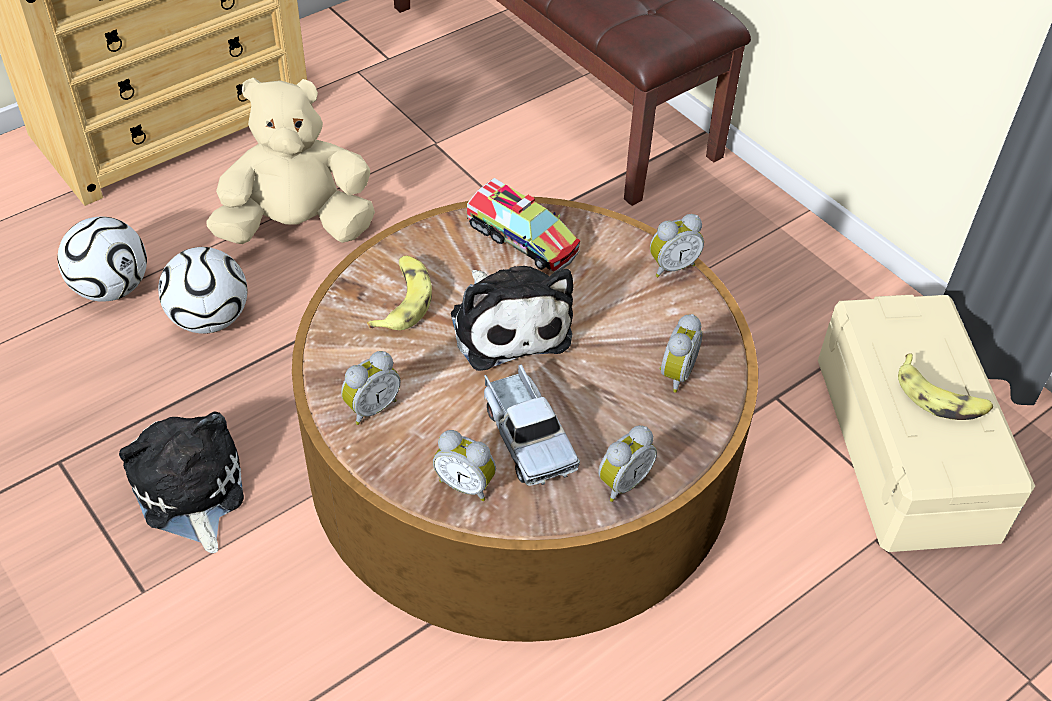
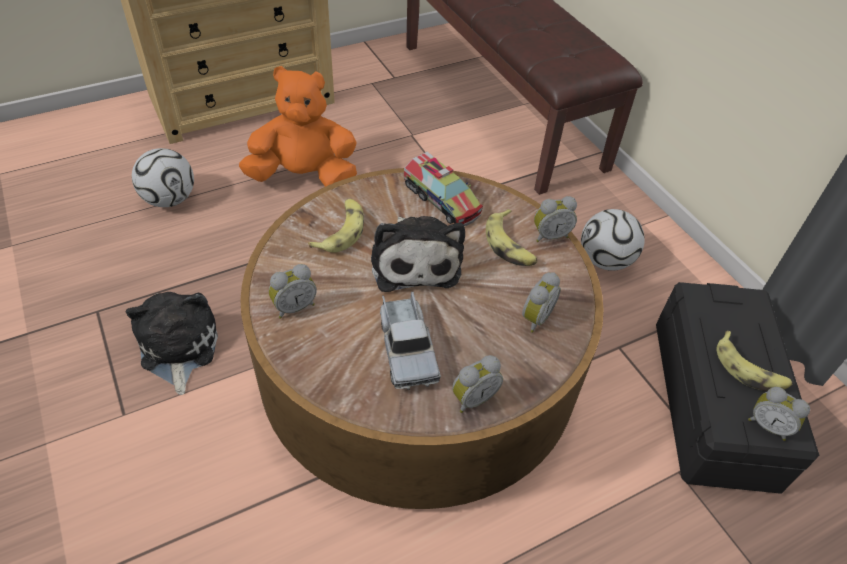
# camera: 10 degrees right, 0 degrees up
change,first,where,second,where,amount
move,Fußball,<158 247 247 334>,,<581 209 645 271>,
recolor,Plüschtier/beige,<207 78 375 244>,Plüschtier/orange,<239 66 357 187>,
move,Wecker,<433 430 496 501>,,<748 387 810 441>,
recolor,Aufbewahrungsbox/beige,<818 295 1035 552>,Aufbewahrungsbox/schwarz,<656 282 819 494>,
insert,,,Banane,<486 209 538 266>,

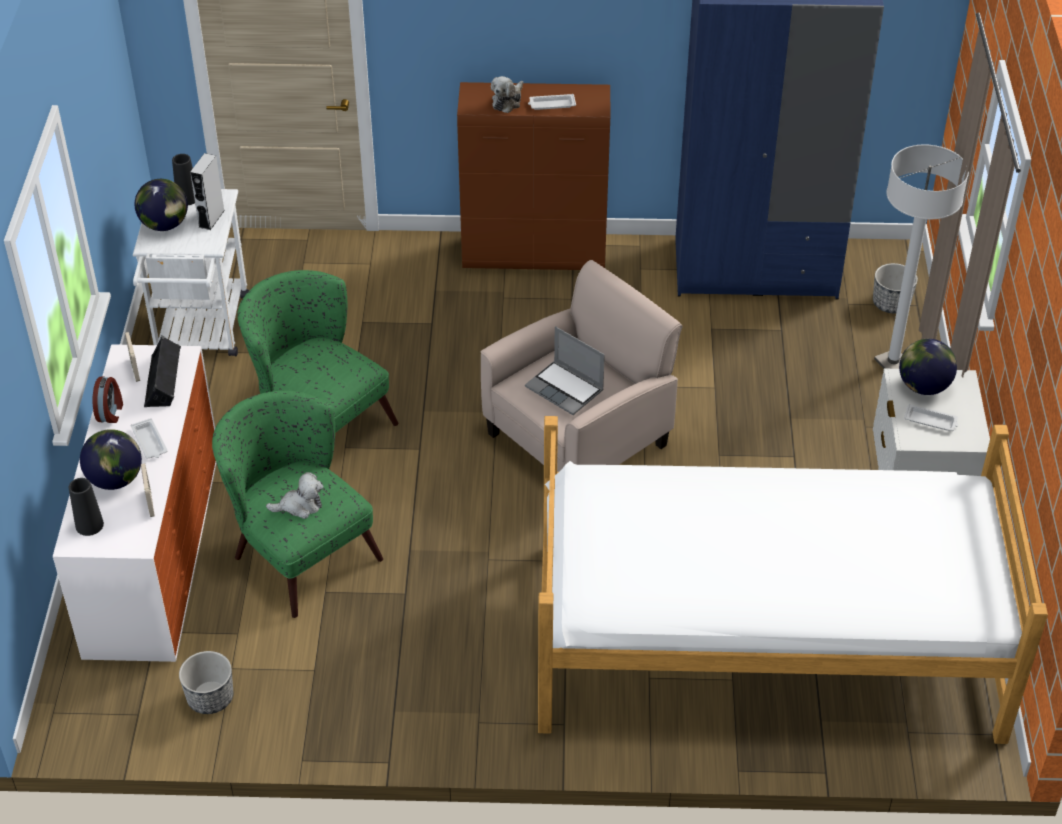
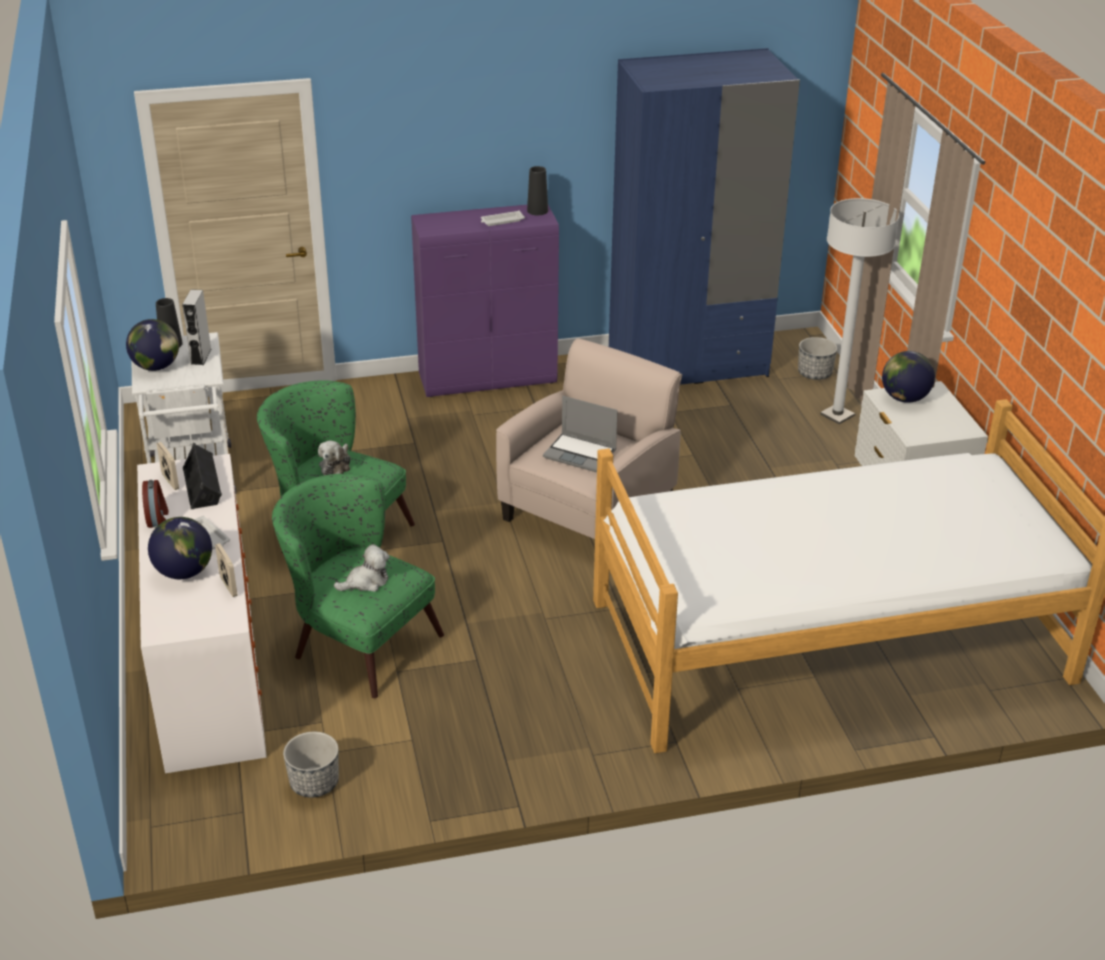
# camera: 15 degrees left, 10 degrees down
change,first,where,second,where,amount
move,Vase/schwarz,<69 478 104 536>,,<527 166 548 215>,
recolor,Schrank/braun,<457 82 610 270>,Schrank/lila,<411 205 559 397>,
move,Plüschtier,<491 76 523 113>,,<318 441 351 475>,
delete,Tablett/weiß,<904 404 959 431>,,,

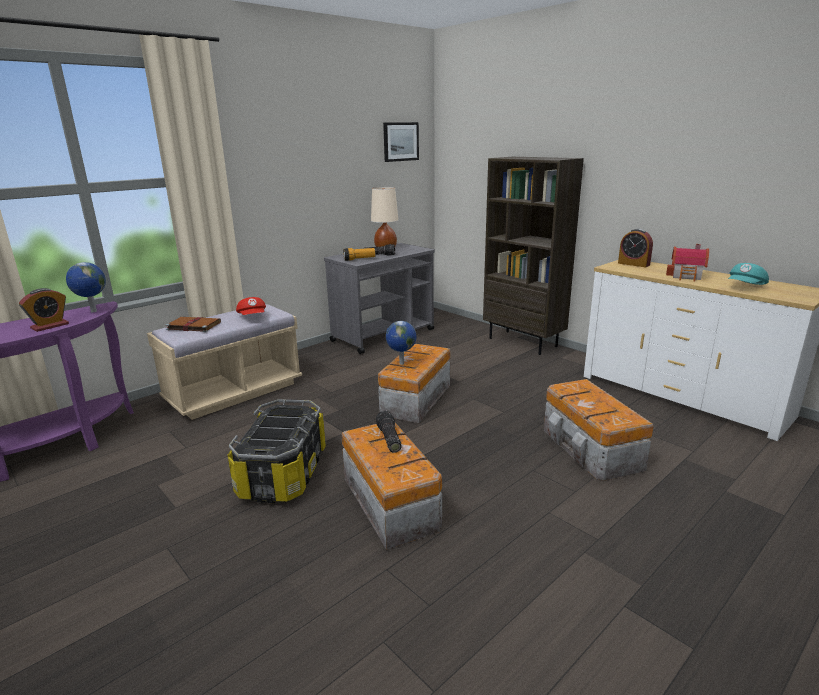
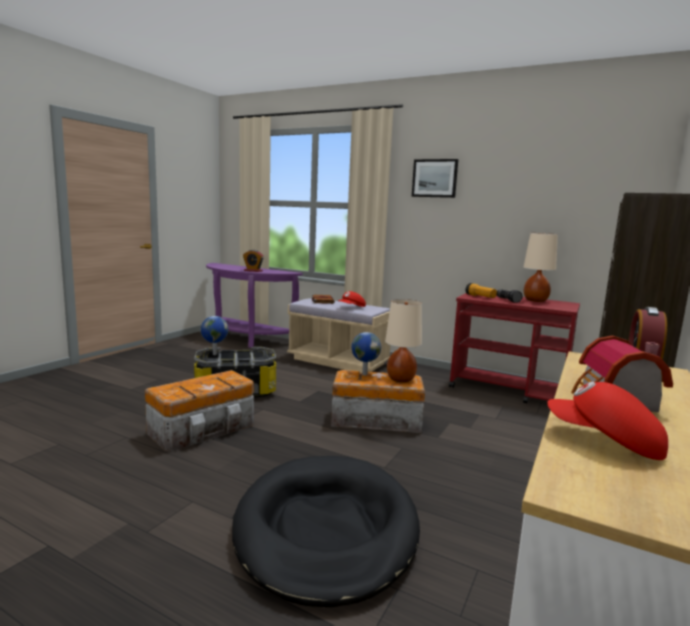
# camera: 70 degrees right, 10 degrees down
change,first,where,second,where,amount
move,Globus,<66 262 106 312>,,<201 316 228 355>,
recolor,Rollwagen/grau,<324 243 435 354>,Rollwagen/rot,<449 293 580 403>,
delete,Taschenlampe,<376 411 402 453>,,,
move,Bild,<383 122 419 162>,,<412 159 458 198>,
replace,Aufbewahrungsbox,<544 379 654 481>,Hundebett/schwarz,<232 456 420 607>,
recolor,Kappe/türkis,<728 263 769 285>,Kappe/rot,<547 381 668 460>,
insert,,,Tischlampe/beige,<385 299 422 382>,

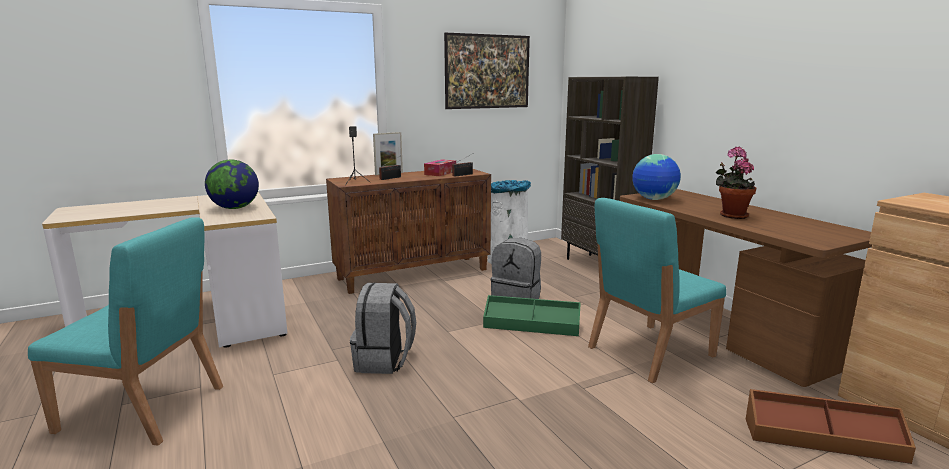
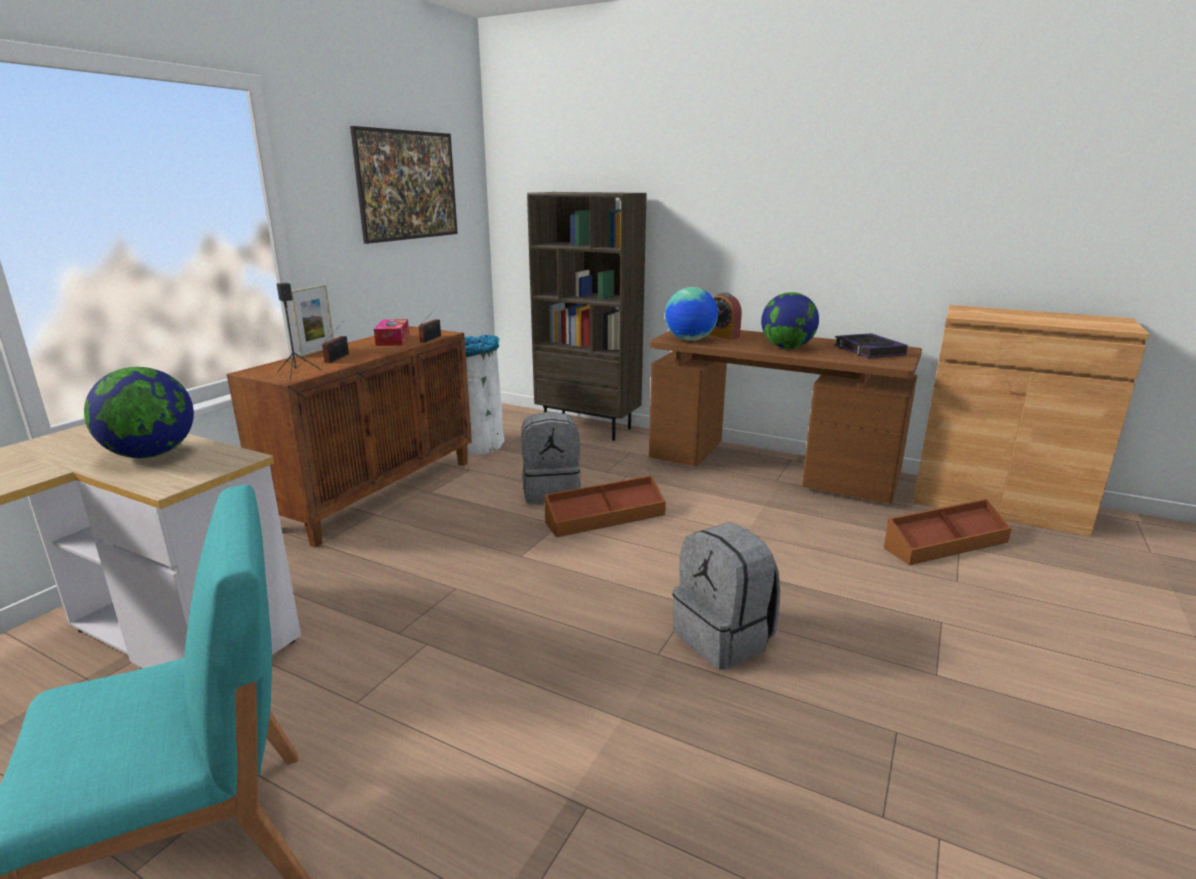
# camera: 35 degrees left, 5 degrees up
change,first,where,second,where,amount
move,Rucksack/grau,<350 283 416 374>,,<673 522 780 670>,
recolor,Aufbewahrungsbox/grün,<483 295 581 336>,Aufbewahrungsbox/braun,<544 475 666 537>,
delete,Stuhl/türkis,<588 198 726 383>,,,
replace,Topfpflanze,<716 146 756 219>,Globus,<761 292 819 349>,
insert,,,Wecker,<708 293 742 339>,
insert,,,Buch,<834 333 908 358>,

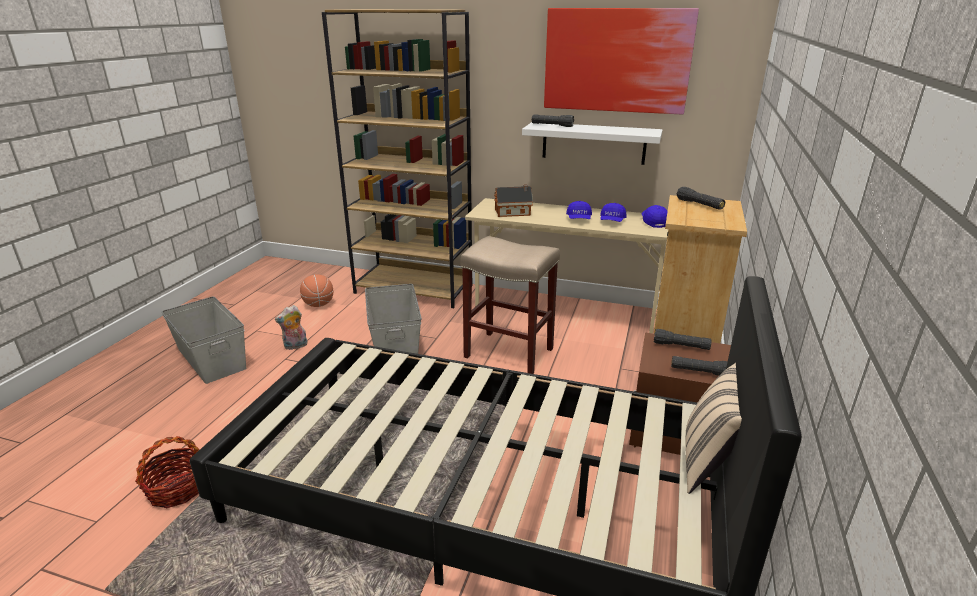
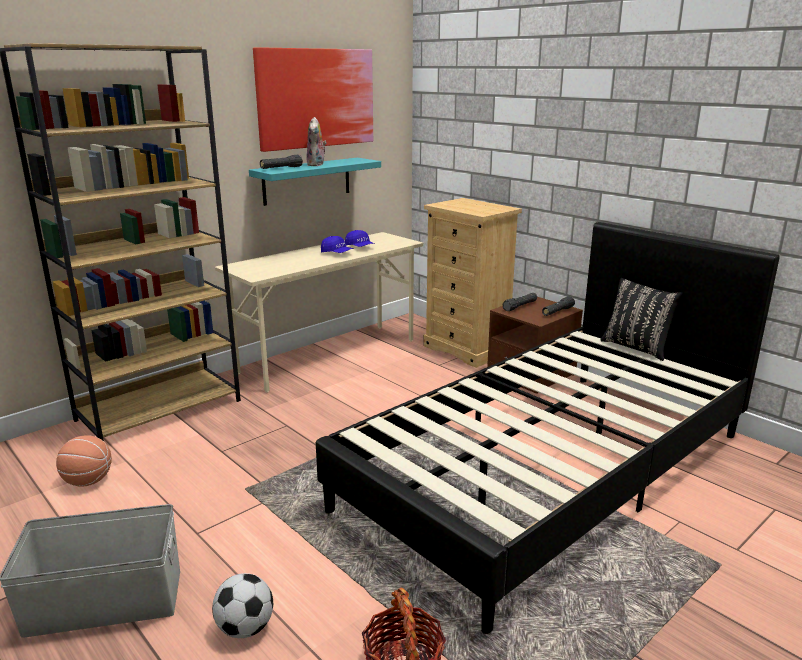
# camera: 60 degrees left, 5 degrees down
change,first,where,second,where,amount
move,Plüschtier,<275 305 307 350>,,<306 117 326 166>,
delete,Aufbewahrungsbox/grau,<365 284 422 354>,,,
delete,Hocker/beige,<460 236 560 374>,,,
delete,Spielzeughaus,<494 184 533 217>,,,
recolor,Wandregal/weiß,<522 122 663 165>,Wandregal/türkis,<249 158 381 206>,
delete,Kappe/blau,<641 205 668 228>,,,
delete,Taschenlampe/schwarz,<677 187 725 210>,,,
recolor,Kissen/beige,<685 363 742 494>,Kissen/schwarz,<600 278 683 361>,
insert,,,Fußball,<212 573 273 638>,

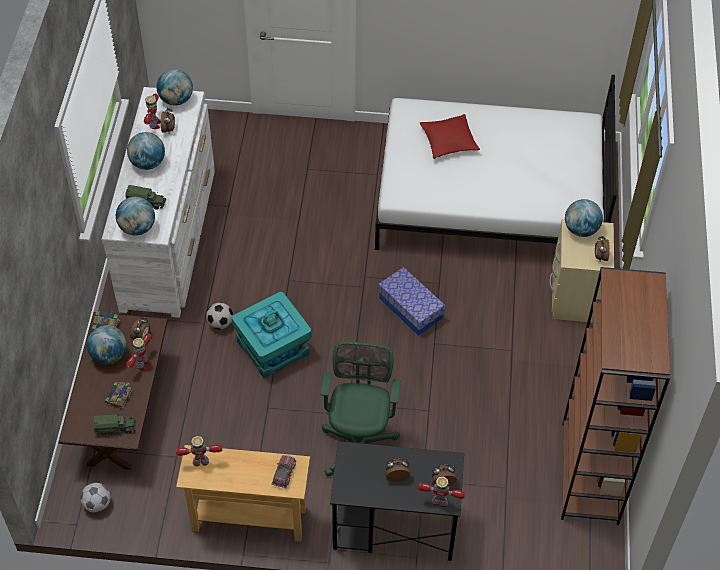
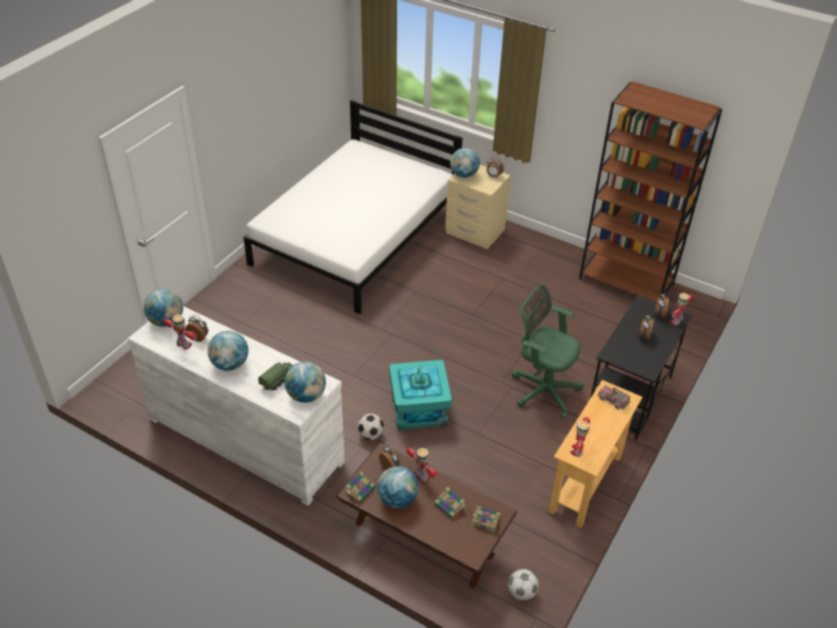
# camera: 65 degrees left, 10 degrees down
change,first,where,second,where,amount
replace,Spielzeuglaster,<94 414 136 435>,Buch,<471 506 501 532>,
delete,Aufbewahrungsbox,<378 267 445 336>,,,
delete,Kissen/rot,<420 114 480 159>,,,

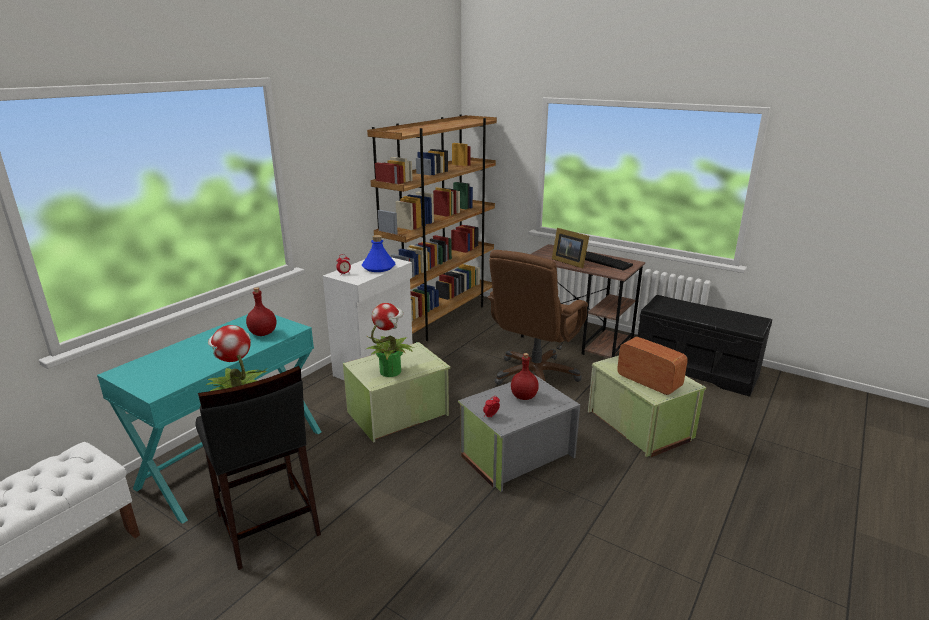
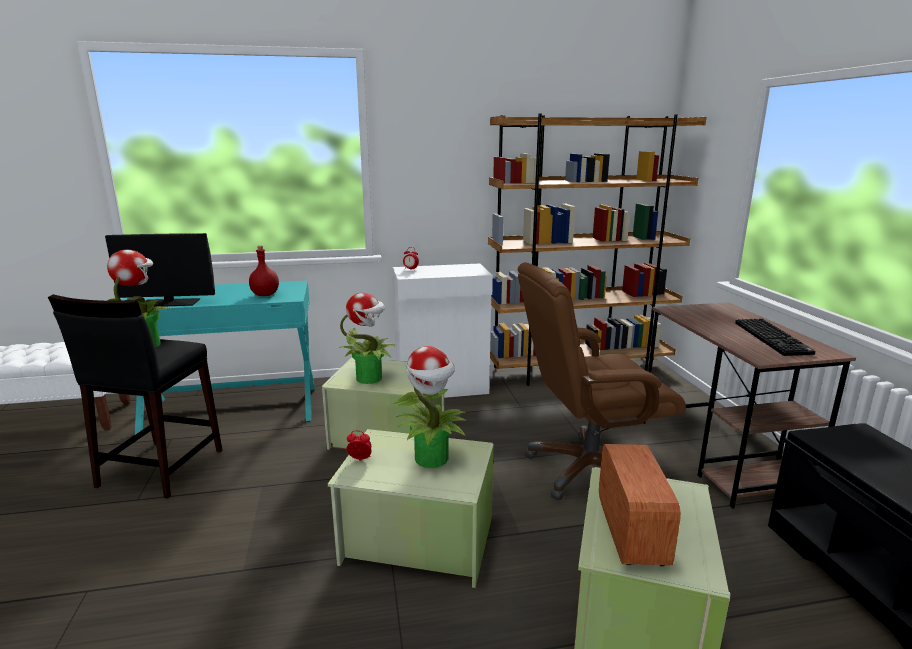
# camera: 45 degrees right, 5 degrees down
change,first,where,second,where,amount
delete,Flasche/blau,<362 235 395 272>,,,
recolor,Aufbewahrungsbox/grau,<458 375 580 492>,Aufbewahrungsbox/grün,<328 429 493 588>,
replace,Flasche/rot,<511 353 539 400>,Topfpflanze,<393 346 467 468>,
delete,Bilderrahmen,<552 228 589 268>,,,
insert,,,Monitor,<105 233 215 307>,

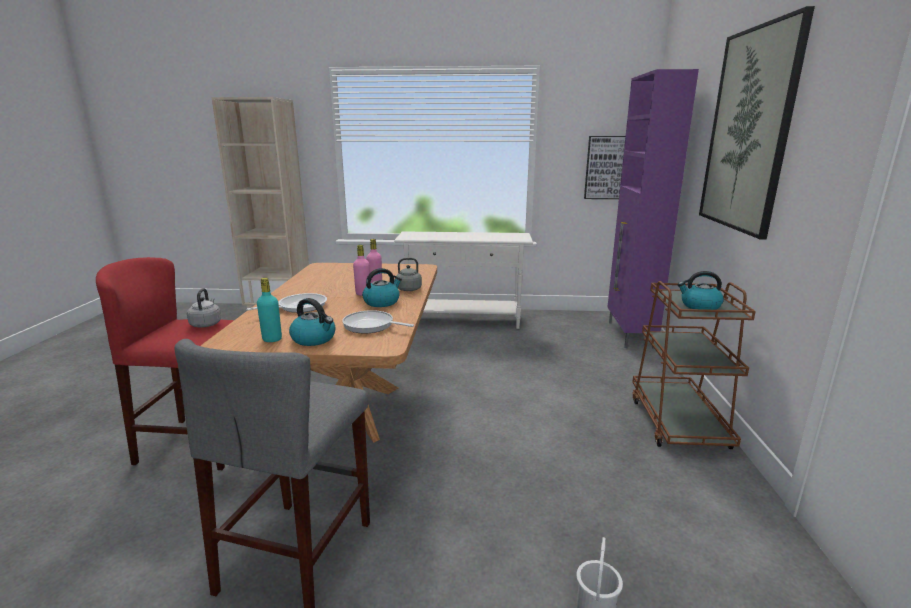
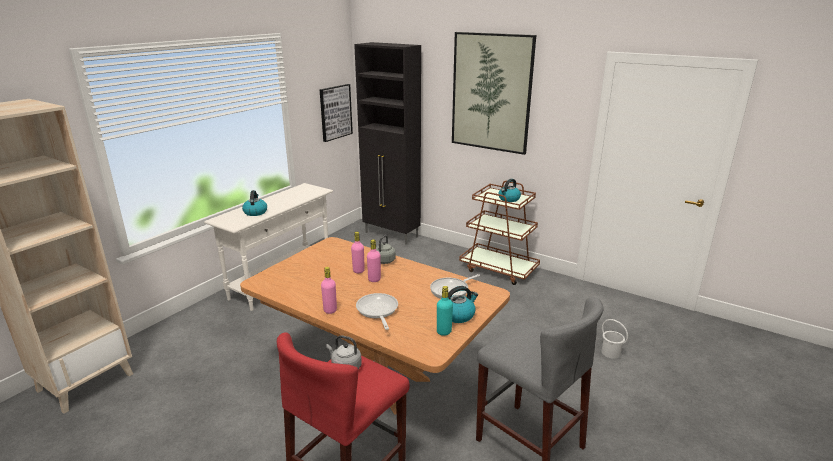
# camera: 60 degrees left, 5 degrees up
change,first,where,second,where,amount
move,Wasserkessel,<362 268 402 307>,,<242 190 267 216>,
recolor,Schrank/lila,<607 69 699 349>,Schrank/schwarz,<354 42 421 245>,
insert,,,Flasche/rosa,<321 267 337 314>,

